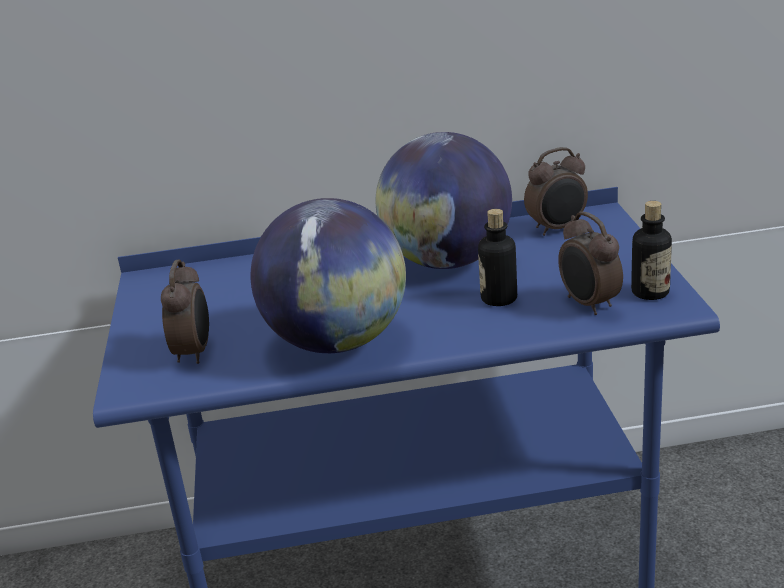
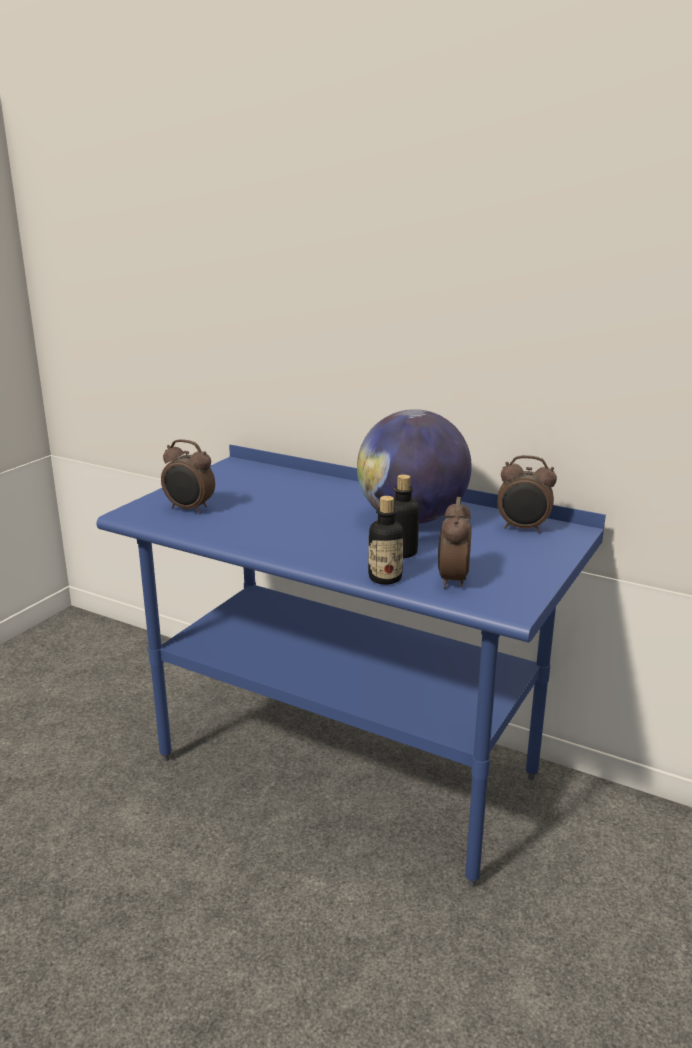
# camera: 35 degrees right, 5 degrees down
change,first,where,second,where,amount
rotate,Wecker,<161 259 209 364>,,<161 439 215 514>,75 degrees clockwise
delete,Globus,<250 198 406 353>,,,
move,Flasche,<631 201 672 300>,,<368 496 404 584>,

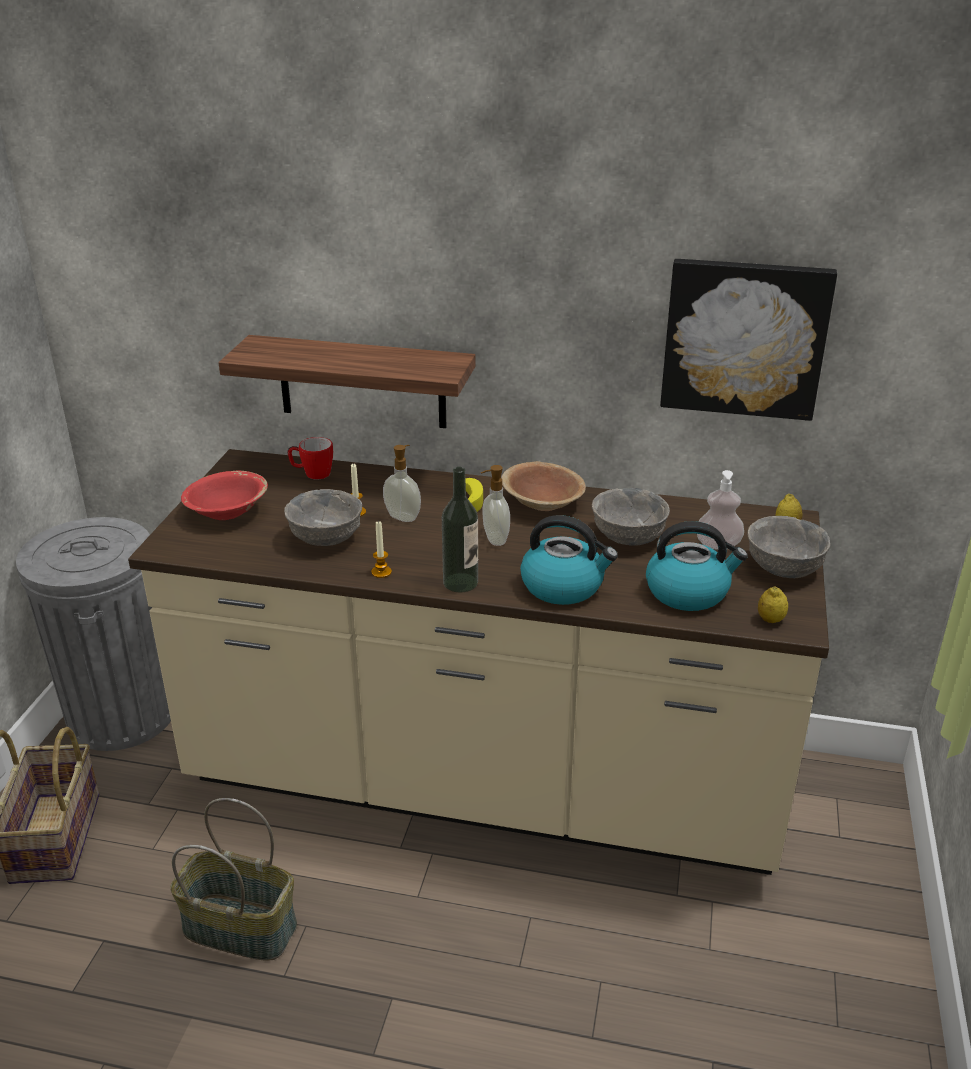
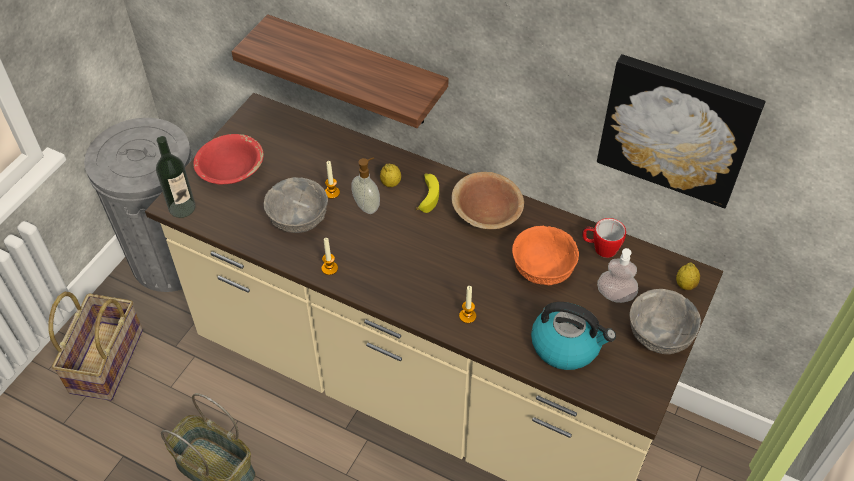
# camera: 15 degrees right, 20 degrees up
change,first,where,second,where,amount
move,Henkelbecher,<288 437 333 479>,,<582 218 626 258>,
move,Flasche,<442 467 478 593>,,<156 136 195 218>,
delete,Seifenspender,<481 465 510 546>,,,
replace,Wasserkessel,<520 515 618 605>,Kerze,<459 286 476 323>,
recolor,Schüssel/grau,<592 488 670 546>,Schüssel/orange,<512 226 579 285>,
move,Zitrone,<758 587 788 623>,,<380 164 401 187>,

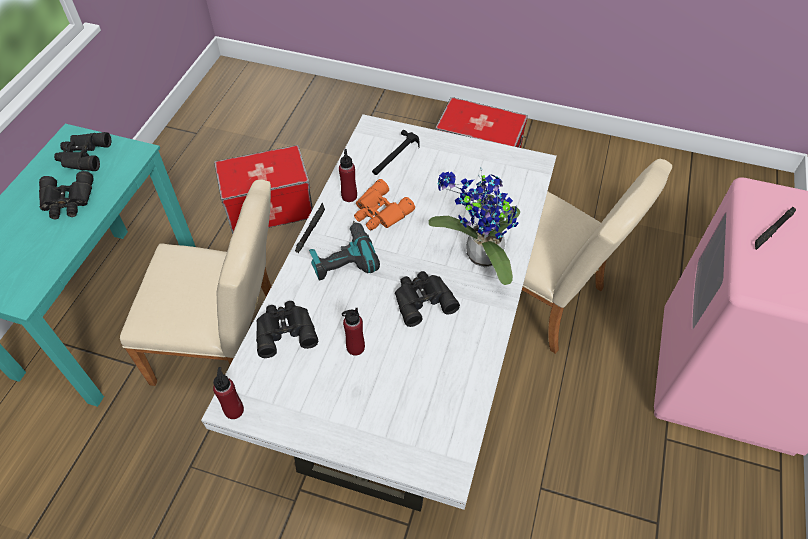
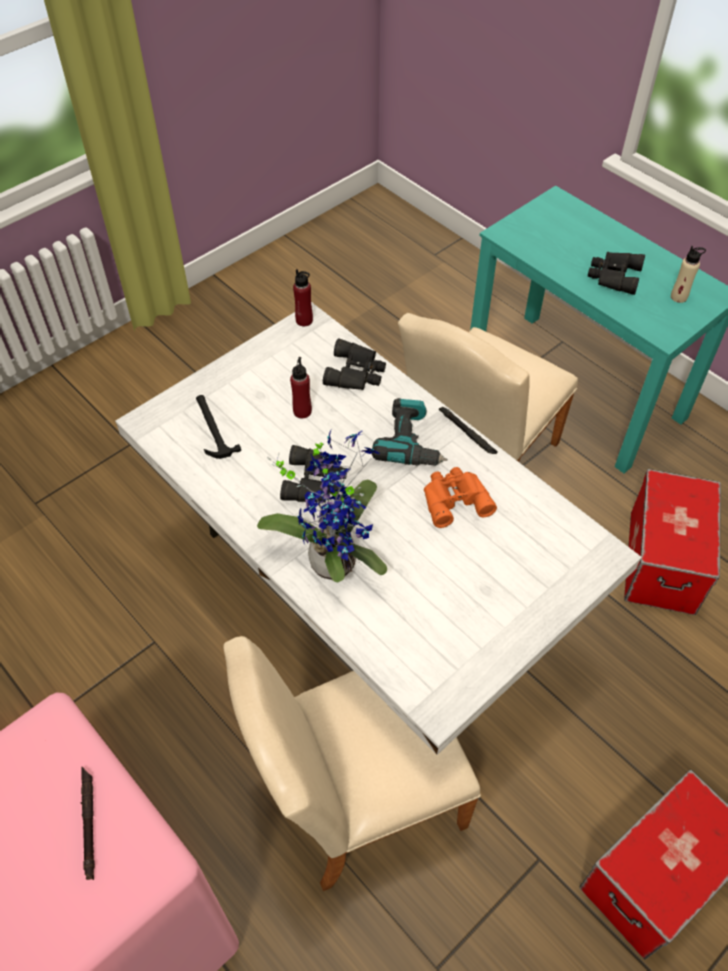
# camera: 120 degrees right, 0 degrees up
change,first,where,second,where,amount
replace,Fernglas/schwarz,<54 132 111 171>,Flasche/beige,<671 246 706 303>,
delete,Flasche/rot,<339 149 357 202>,,,
move,Hammer,<372 130 420 175>,,<196 395 241 459>,

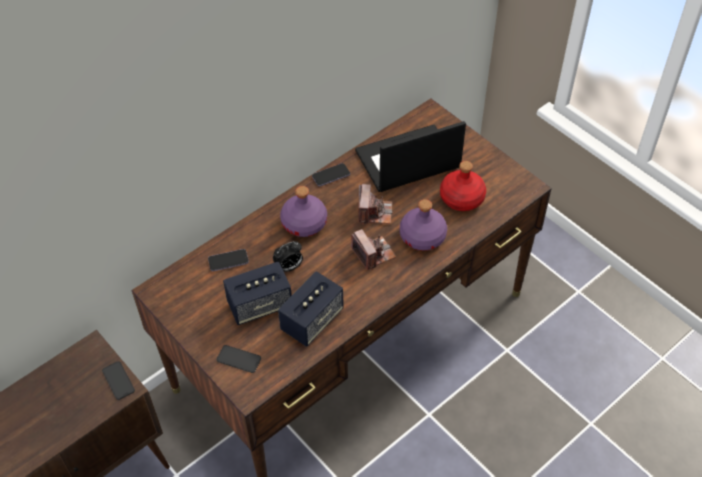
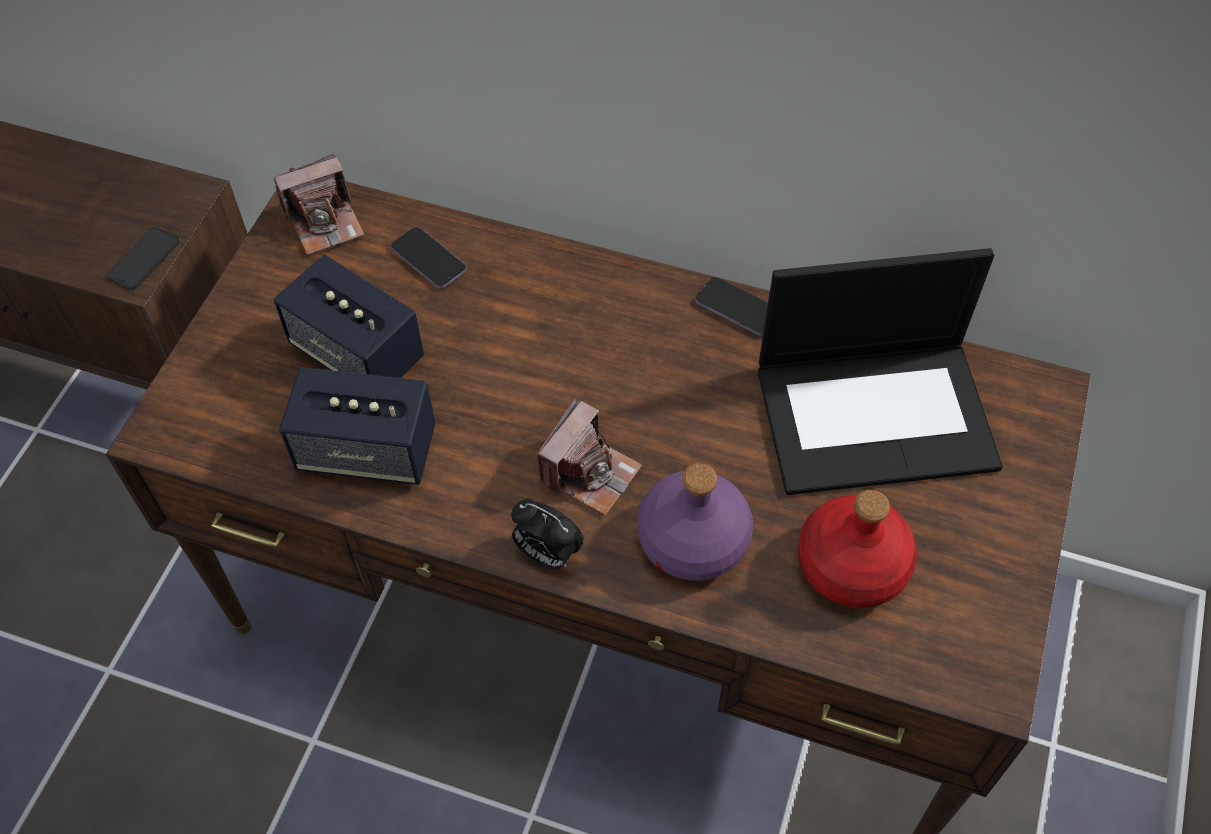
# camera: 60 degrees right, 5 degrees up
change,first,where,second,where,amount
delete,Handy,<217 345 261 373>,,,
move,Wecker,<273 241 303 272>,,<511 499 584 569>,
delete,Flasche/lila,<280 186 327 237>,,,
rotate,Laptop,<355 121 466 192>,,<758 248 1003 495>,135 degrees clockwise
move,Kamera,<358 184 392 225>,,<274 154 364 255>,

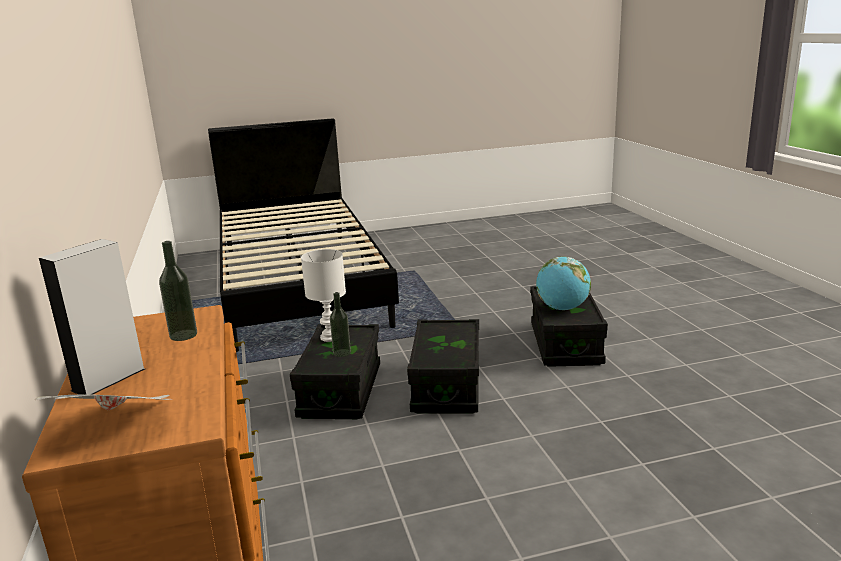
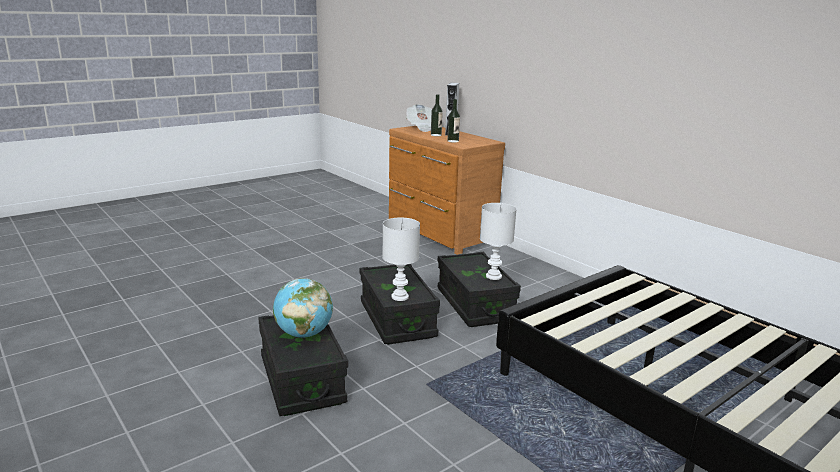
# camera: 155 degrees right, 0 degrees up
change,first,where,second,where,amount
move,Flasche,<330 292 351 357>,,<431 94 443 136>,
insert,,,Tischlampe/weiß,<382 218 420 301>,

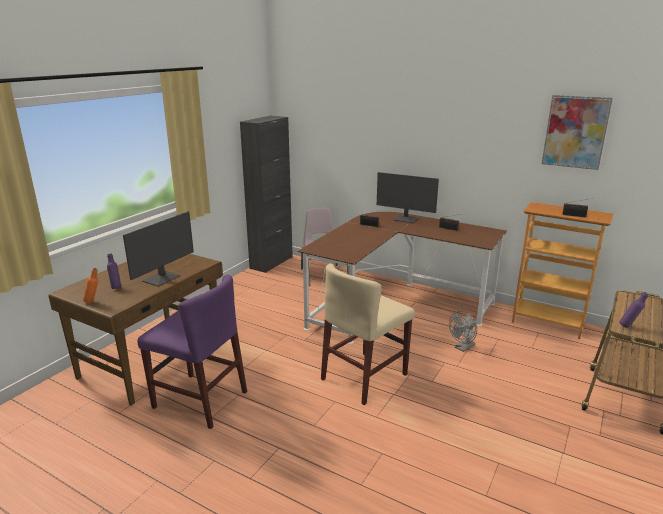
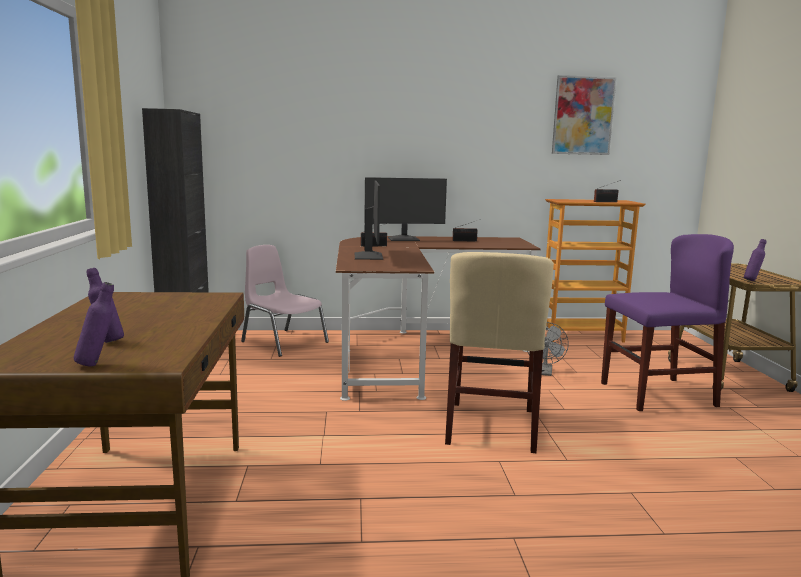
# camera: 35 degrees left, 10 degrees down
change,first,where,second,where,amount
recolor,Flasche/orange,<83 268 98 303>,Flasche/lila,<74 282 114 367>,
move,Monitor,<123 211 194 287>,,<355 180 383 260>,
move,Stuhl/lila,<137 274 247 429>,,<601 234 734 411>,

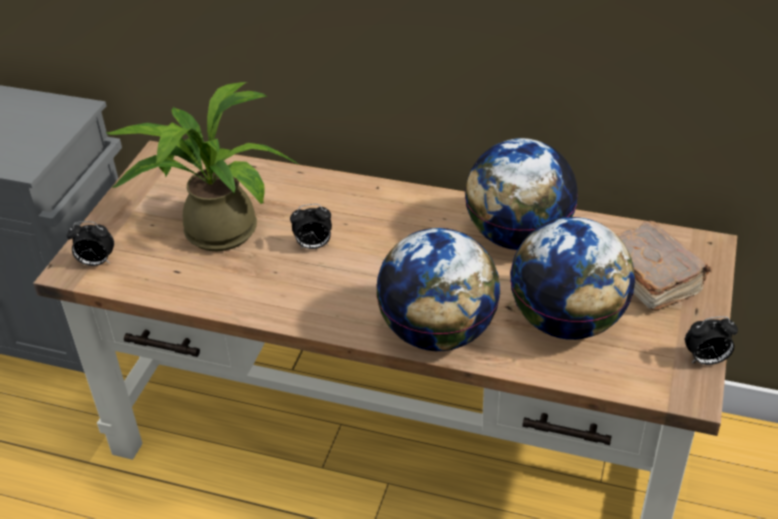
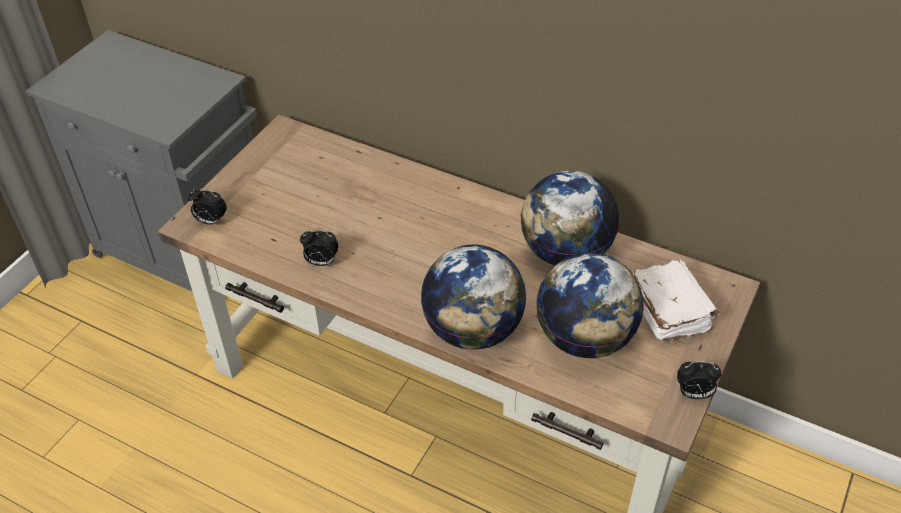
# camera: 10 degrees right, 5 degrees up
change,first,where,second,where,amount
delete,Topfpflanze,<105 82 298 251>,,,
move,Wecker,<290 204 332 249>,,<300 229 338 266>,
recolor,Buch/braun,<616 221 712 311>,Buch/weiß,<633 260 720 342>,

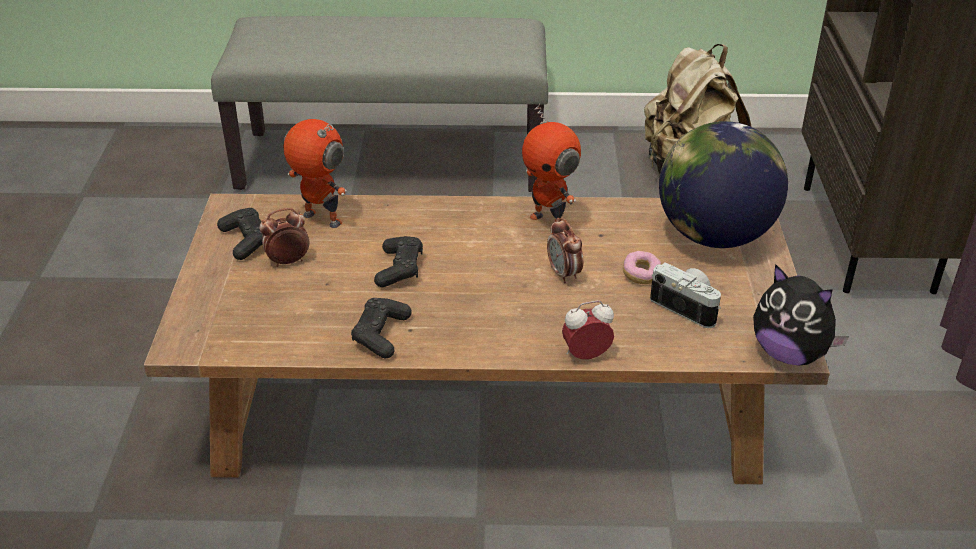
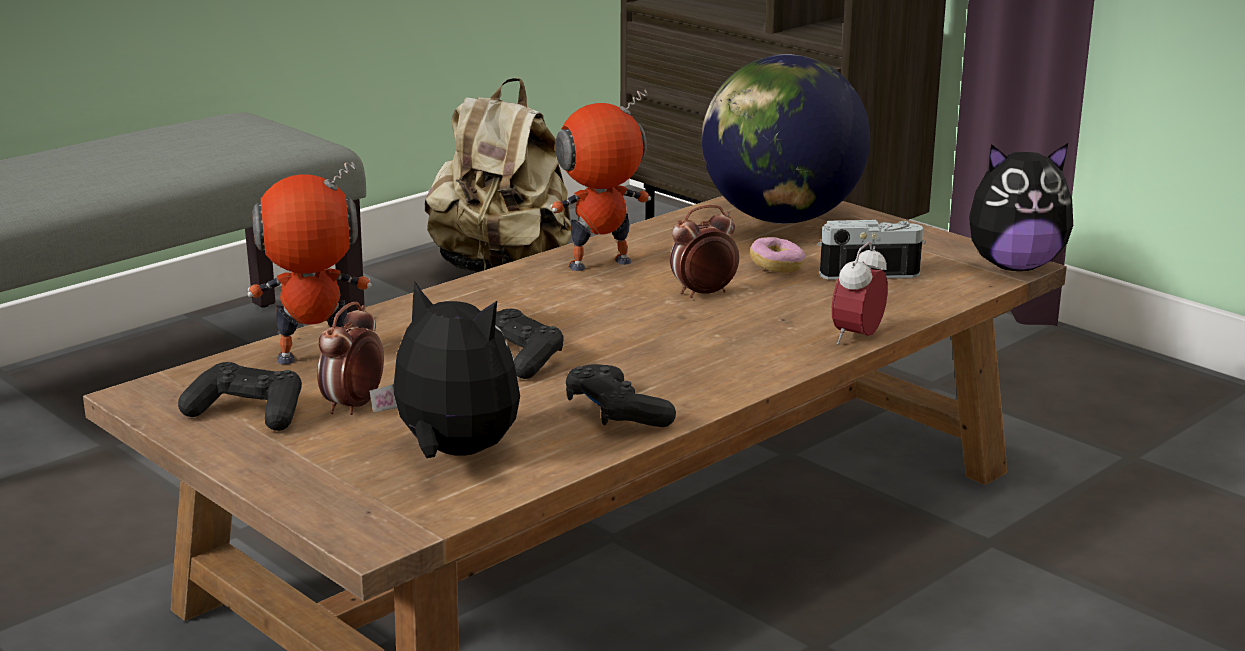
# camera: 45 degrees left, 15 degrees down
change,first,where,second,where,amount
rotate,Spielzeugroboter,<522 104 581 234>,,<551 89 651 271>,150 degrees clockwise
rotate,Wecker,<547 218 583 283>,,<670 205 739 298>,135 degrees clockwise
insert,,,Plüschtier,<369 282 520 458>,

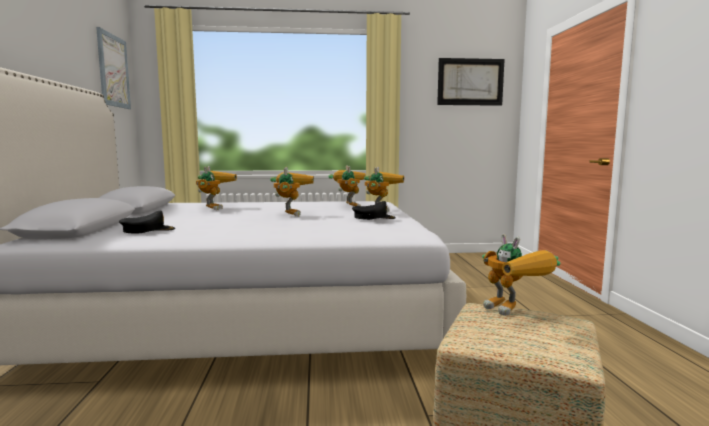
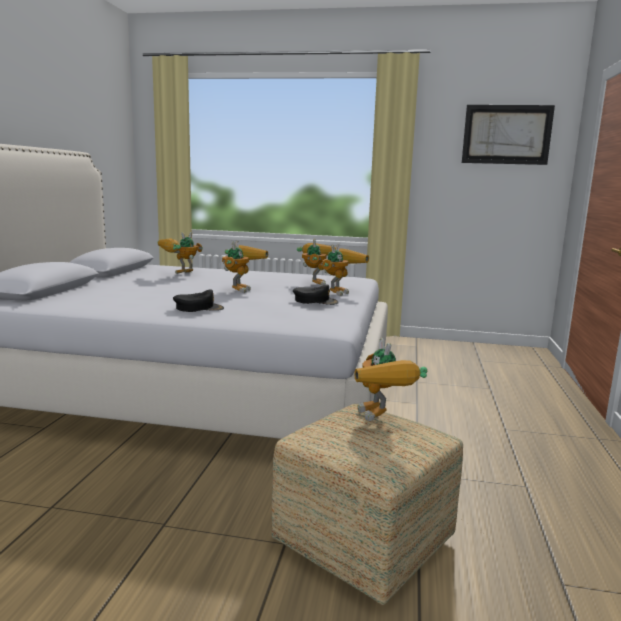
# camera: 15 degrees right, 5 degrees up
change,first,where,second,where,amount
delete,Bild,<96 27 131 109>,,,
move,Kappe/schwarz,<119 211 175 233>,,<173 289 224 312>,
rotate,Spielzeugroboter,<196 166 237 210>,,<158 232 203 274>,150 degrees counterclockwise

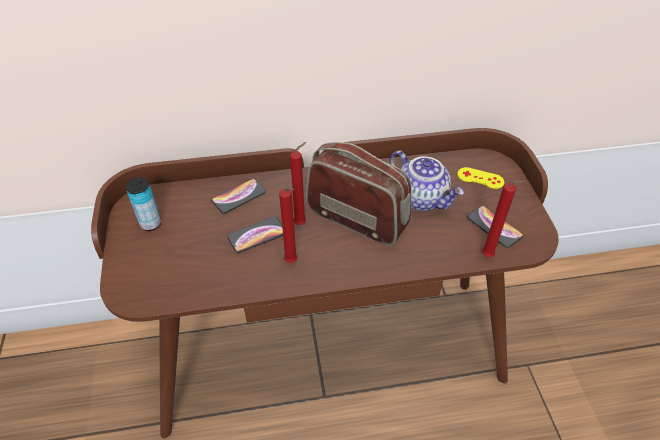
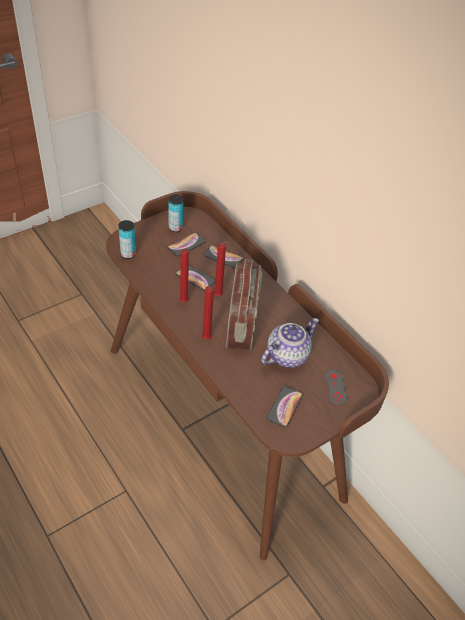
# camera: 60 degrees right, 0 degrees up
change,first,where,second,where,amount
rotate,Teekanne,<389 151 464 211>,,<262 318 319 368>,150 degrees counterclockwise
recolor,Gamepad/gelb,<457 167 504 189>,Gamepad/grau,<325 370 347 405>,
move,Kerze/rot,<482 180 526 257>,,<202 286 214 340>,
insert,,,Dose,<118 220 136 259>,
insert,,,Handy,<167 233 206 257>,

